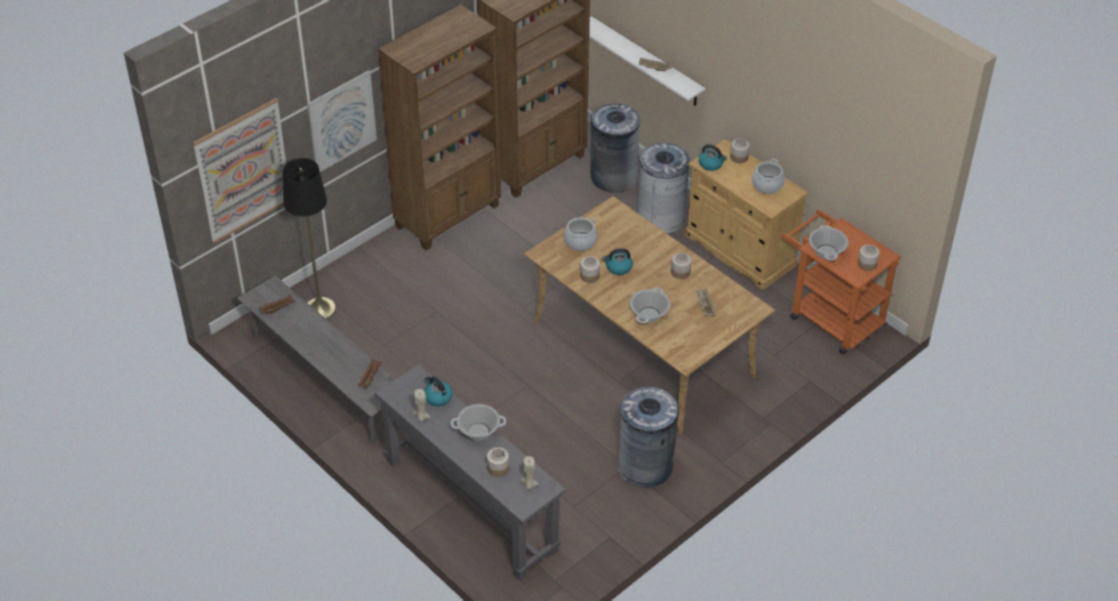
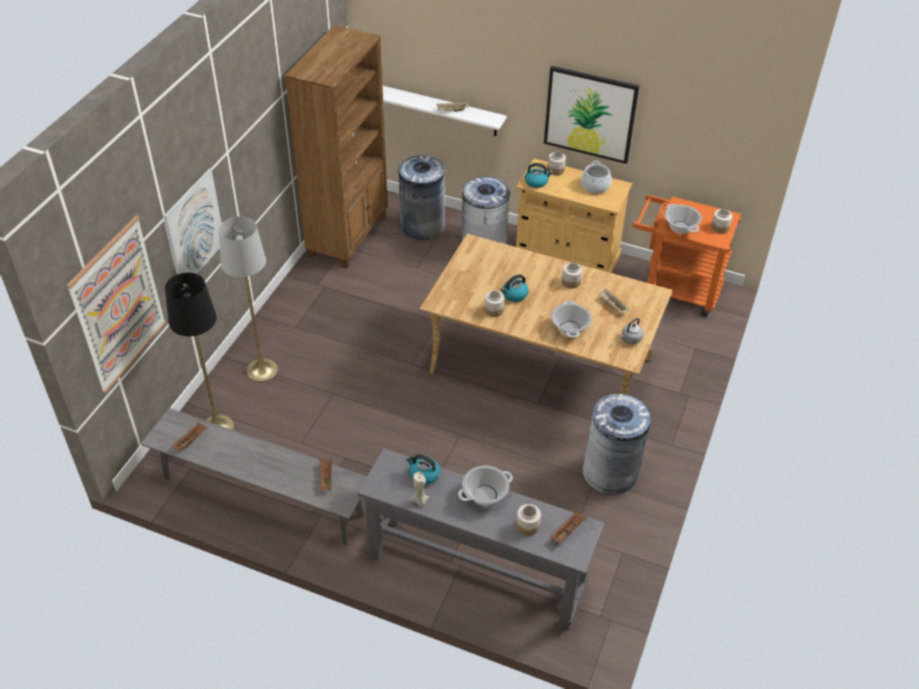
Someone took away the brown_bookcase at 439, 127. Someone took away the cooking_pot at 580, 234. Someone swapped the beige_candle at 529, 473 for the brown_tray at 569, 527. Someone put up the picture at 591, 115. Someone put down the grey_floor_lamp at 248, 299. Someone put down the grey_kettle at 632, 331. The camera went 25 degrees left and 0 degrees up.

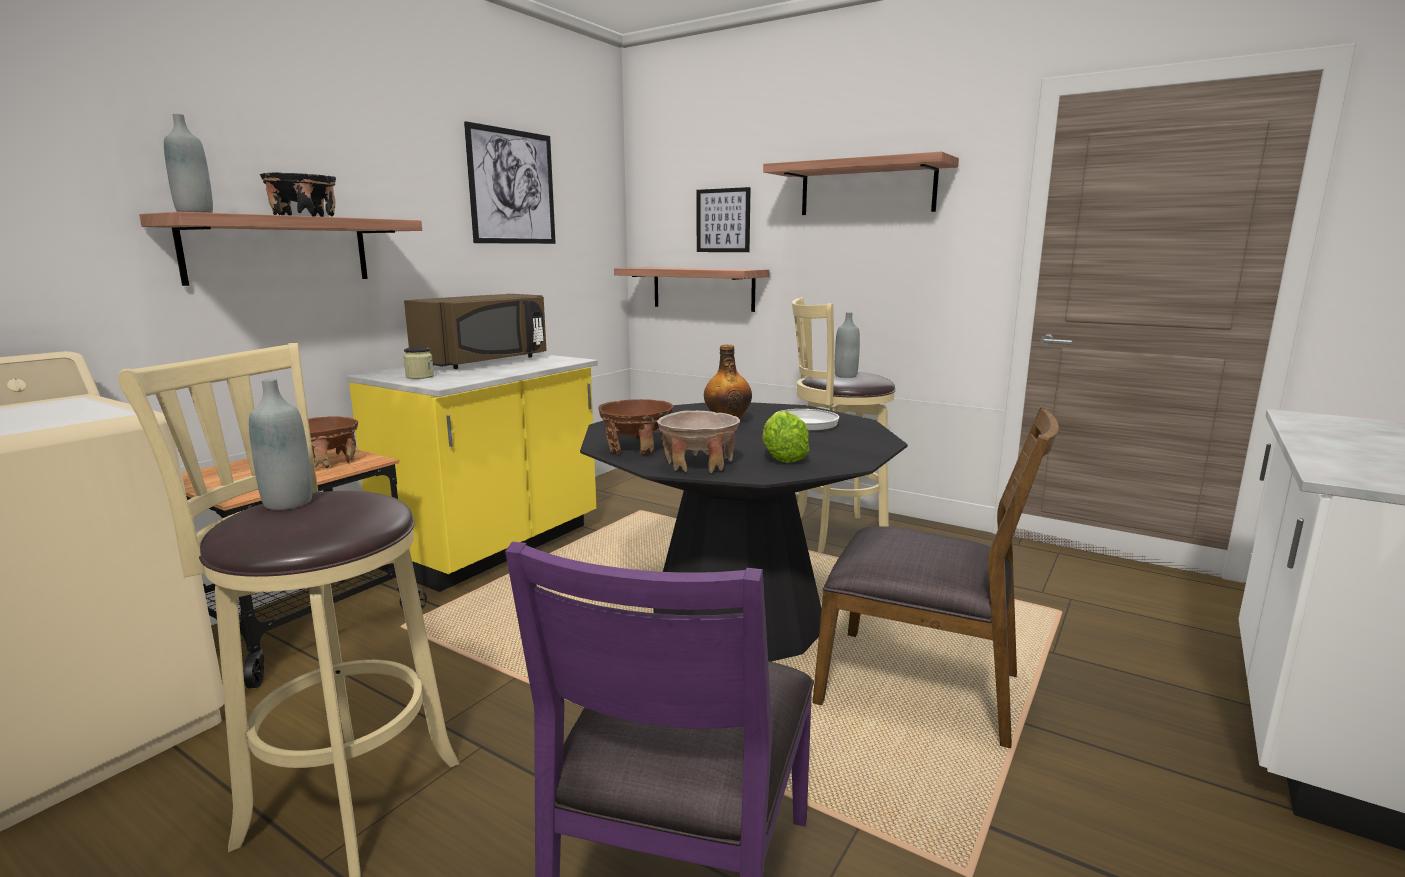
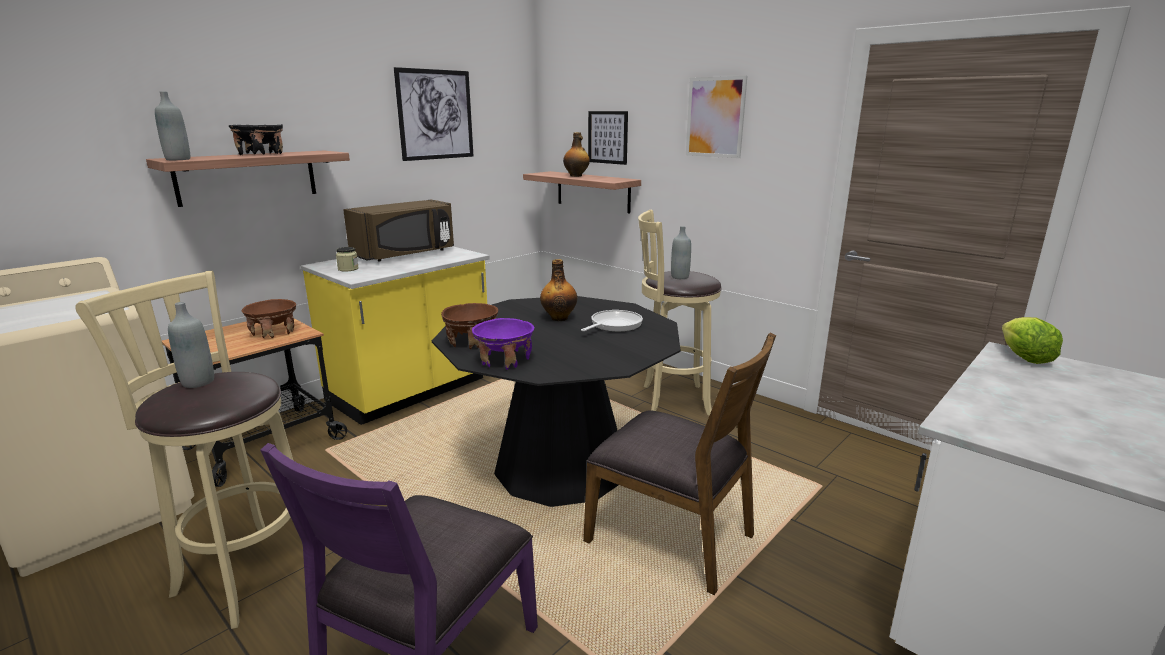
Someone swapped the shelf at 861, 183 for the picture at 716, 117. Someone repainted the beige_bowl at 698, 442, which became the purple_bowl at 503, 344. Someone carried the lettuce from 785, 437 to 1032, 340. Someone put down the bottle at 576, 154. The camera went 10 degrees right and 5 degrees up.

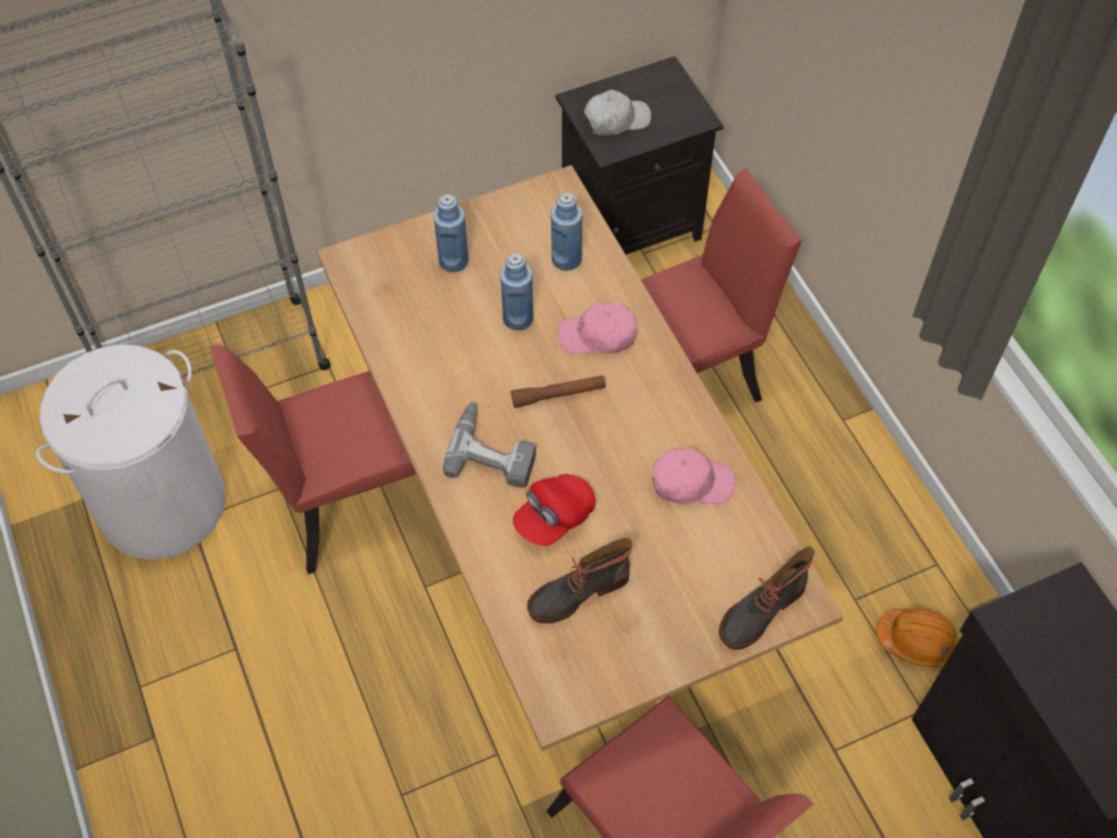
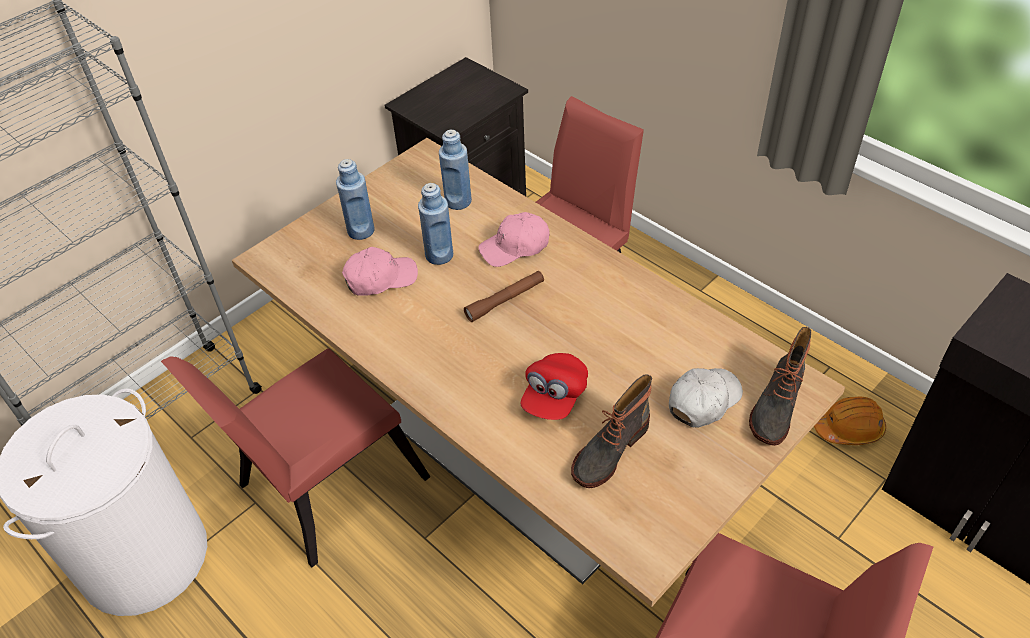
Someone carried the white_cap from 617, 113 to 706, 398. Someone took away the power_drill at 489, 444. Someone carried the pink_cap from 693, 476 to 380, 271. The camera went 20 degrees left and 10 degrees down.

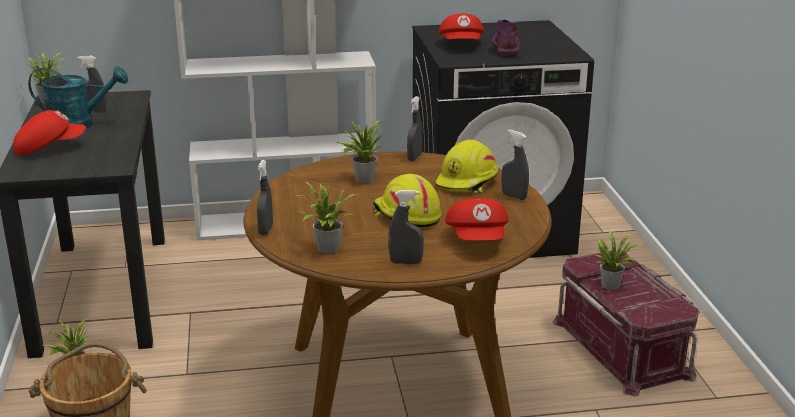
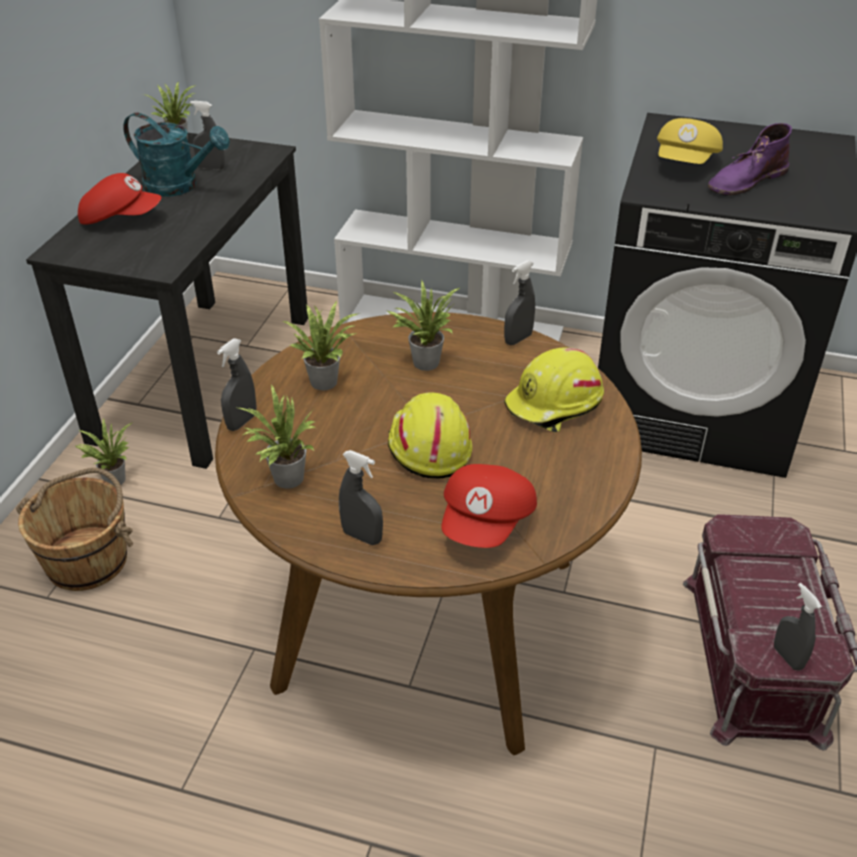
Someone repainted the red_cap at 461, 26, which became the yellow_cap at 690, 141. Someone rotated the purple_boot at 506, 38 by 150 degrees counterclockwise. Someone carried the grey_spray_bottle from 515, 164 to 798, 627. Someone carried the potted_plant from 619, 260 to 320, 345. The camera went 25 degrees right and 15 degrees up.

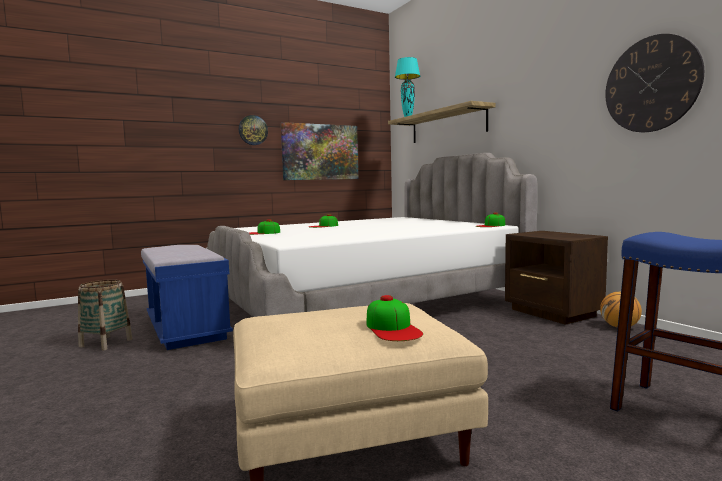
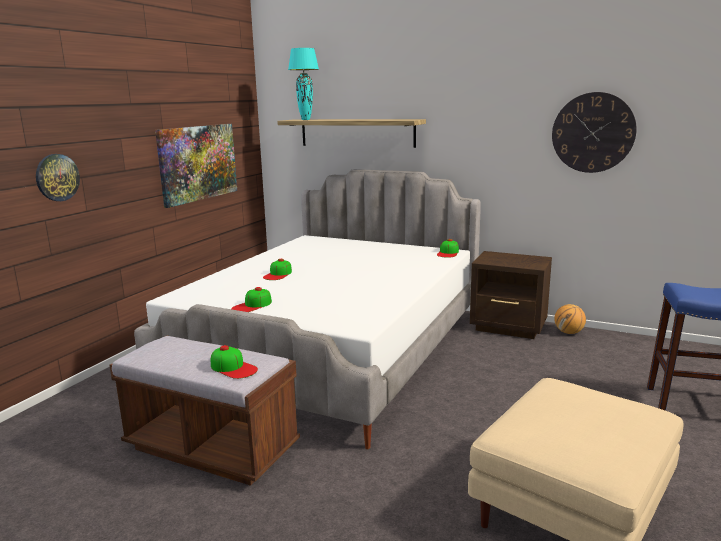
Someone carried the wall_clock from 253, 130 to 58, 177. Someone repainted the blue_bench at 187, 297, which became the brown_bench at 204, 410. Someone took away the basket at 105, 315. Someone carried the cap from 395, 318 to 234, 362. The camera went 35 degrees left and 10 degrees up.

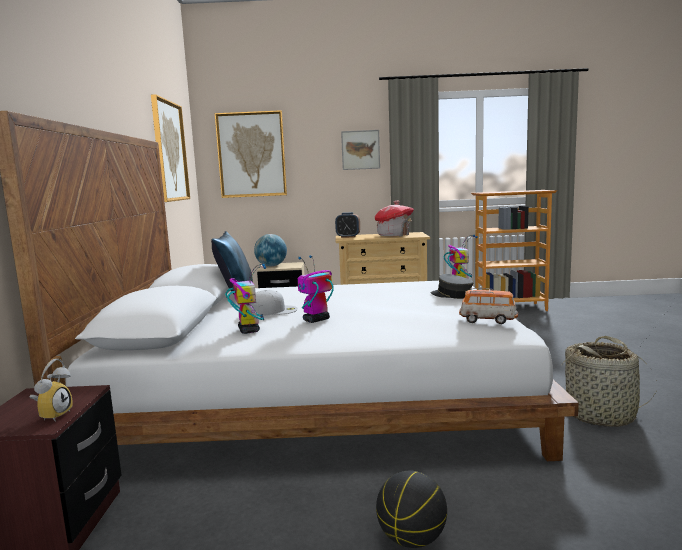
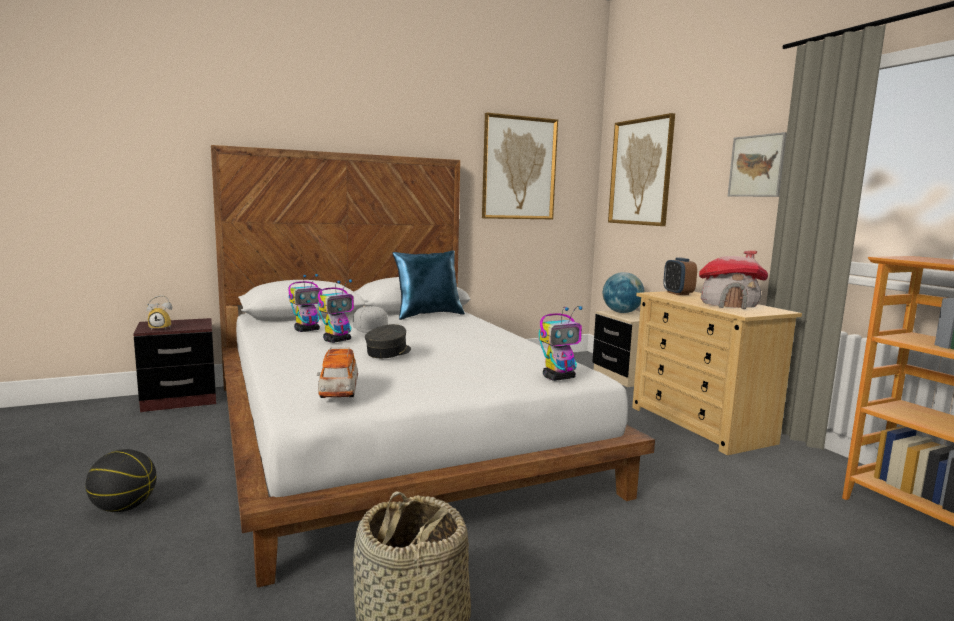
Someone rotated the toy_robot at 315, 289 by 105 degrees clockwise. Someone carried the grey_cap from 452, 286 to 388, 341. The camera went 65 degrees right and 0 degrees up.

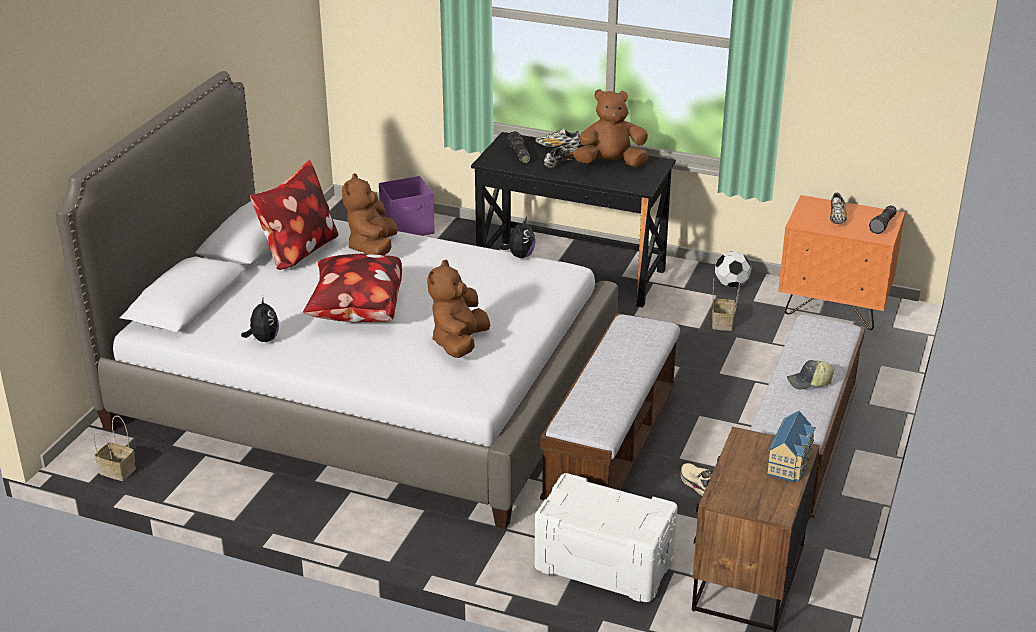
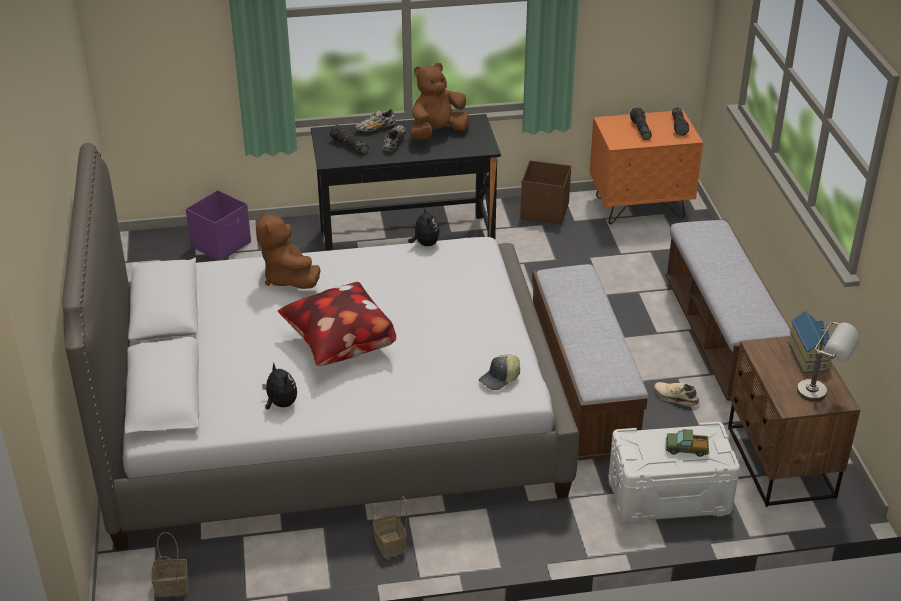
Someone took away the pillow at 294, 215. Someone swapped the shoe at 838, 208 for the flashlight at 641, 123. Someone swapped the football at 733, 269 for the brown_storage_box at 545, 192. Someone took away the brown_plush_toy at 458, 309. Someone carried the basket from 726, 305 to 389, 527. Someone carried the cap from 810, 375 to 499, 372. Someone put down the grey_table_lamp at 828, 361. Someone put down the toy_truck at 687, 443. The camera went 30 degrees left and 5 degrees up.

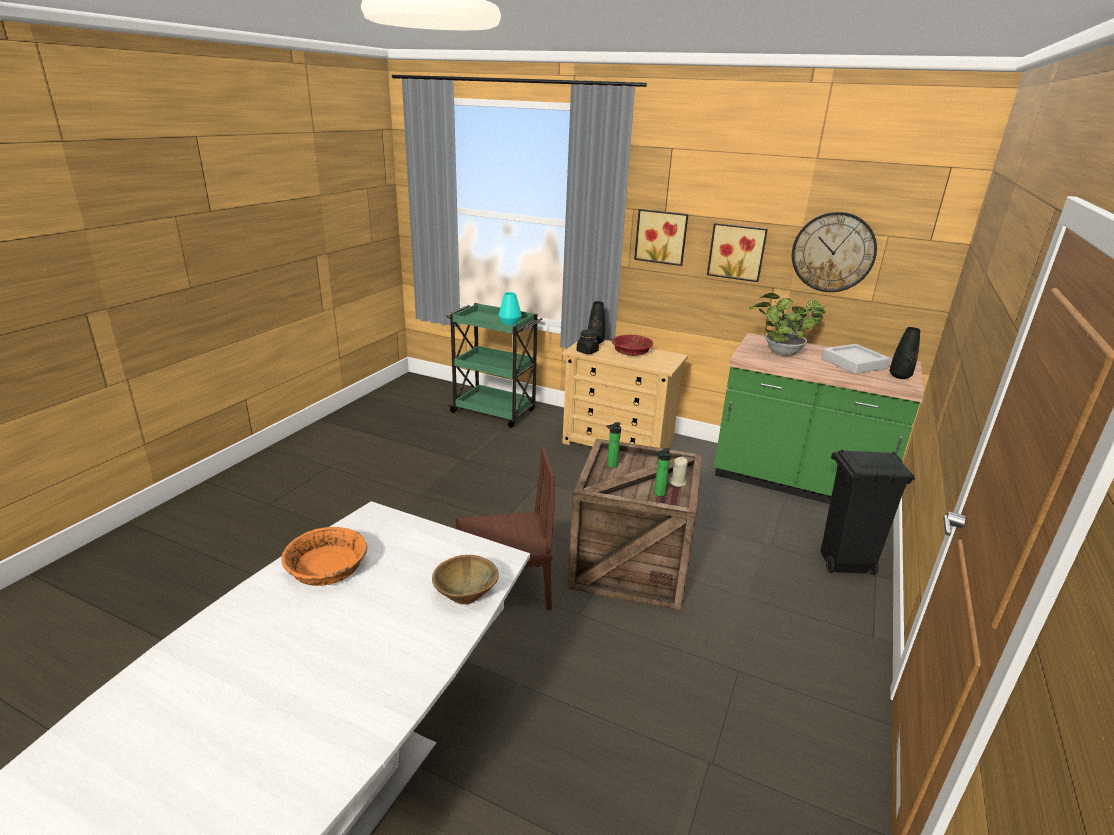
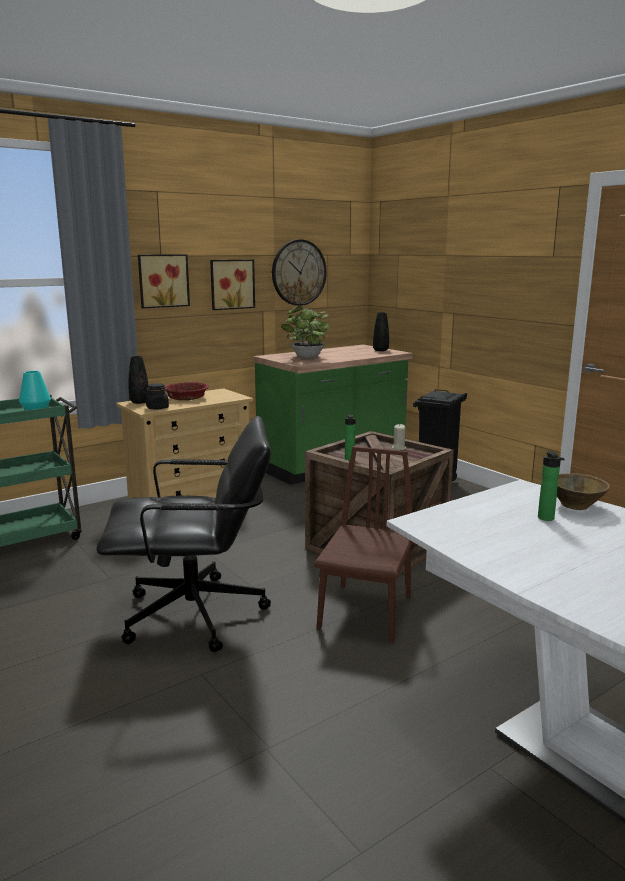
Someone took away the grey_tray at 856, 359. Someone carried the bottle from 662, 472 to 551, 486. Someone took away the orange_bowl at 324, 556. Someone put down the black_office_chair at 183, 534. The camera went 60 degrees left and 10 degrees down.

